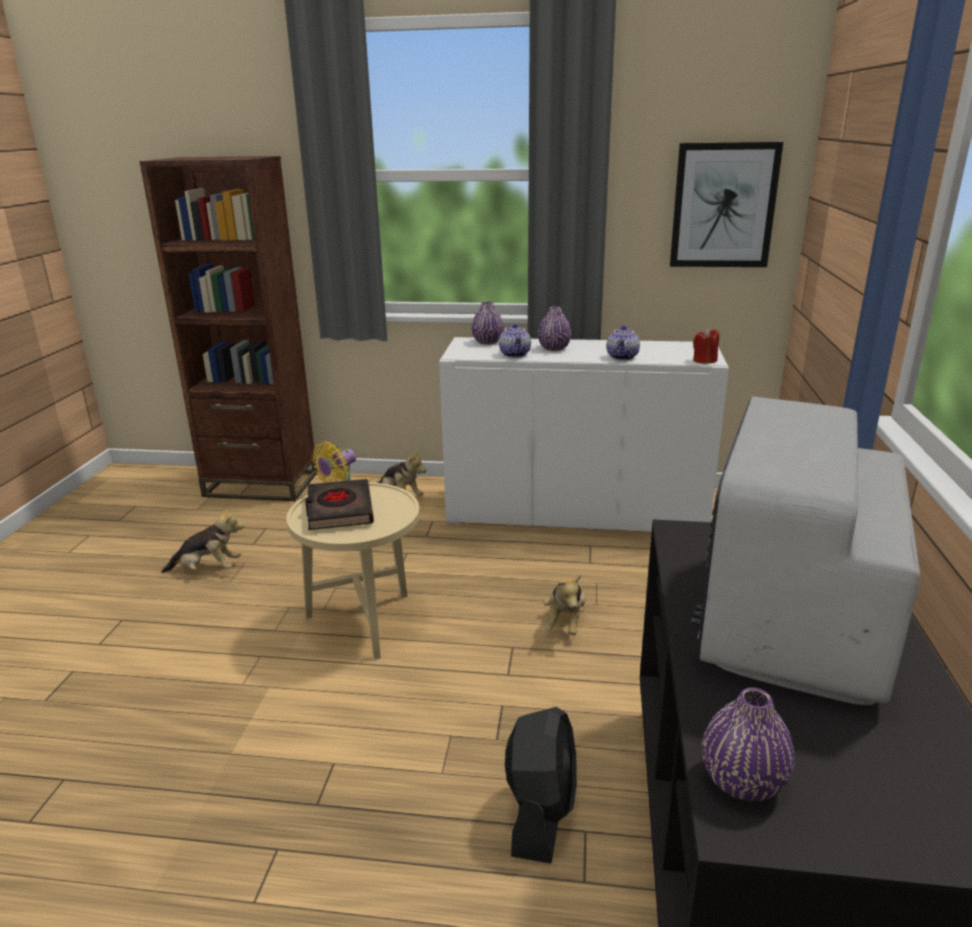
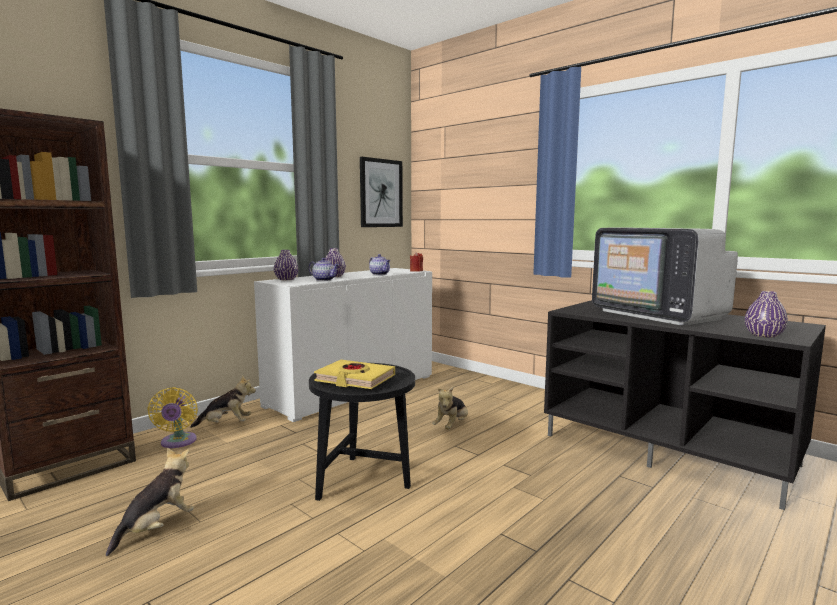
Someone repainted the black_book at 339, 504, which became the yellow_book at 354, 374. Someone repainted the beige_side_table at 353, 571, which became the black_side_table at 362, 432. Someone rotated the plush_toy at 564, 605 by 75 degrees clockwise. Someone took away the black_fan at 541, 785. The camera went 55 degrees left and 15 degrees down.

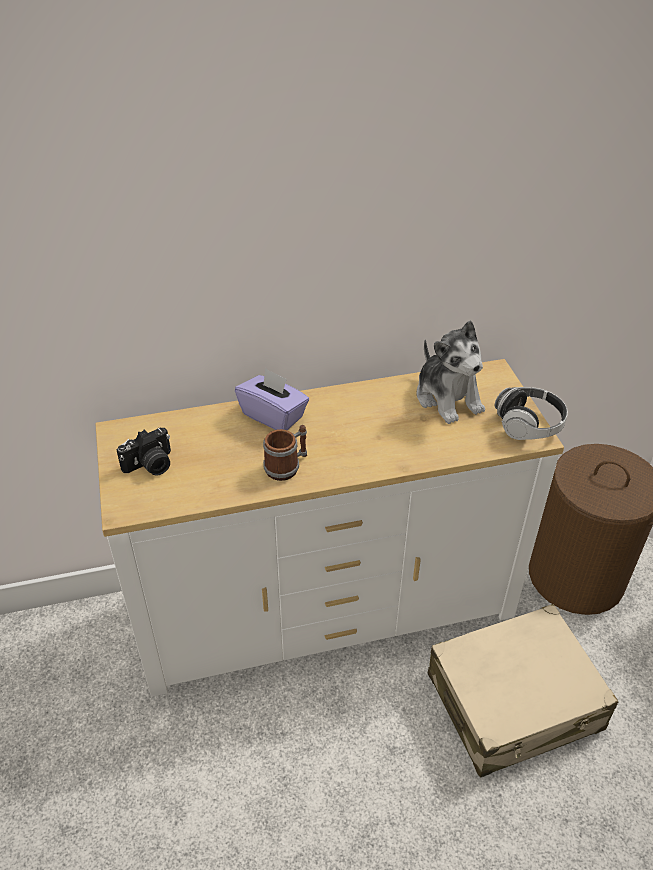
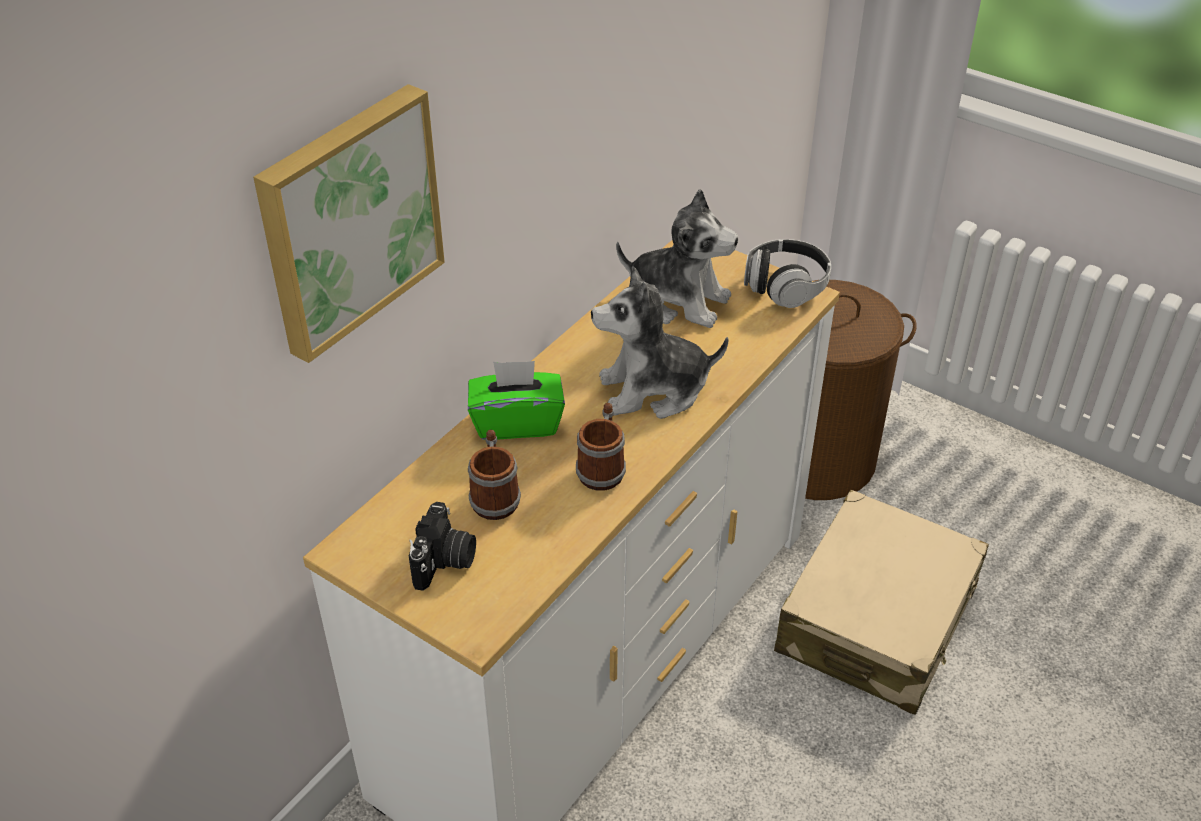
Someone repainted the purple_tissue_box at 272, 399, which became the green_tissue_box at 516, 400. Someone put up the picture at 349, 223. Someone put down the plush_toy at 660, 342. Someone put down the mug at 494, 475. The camera went 40 degrees left and 0 degrees up.

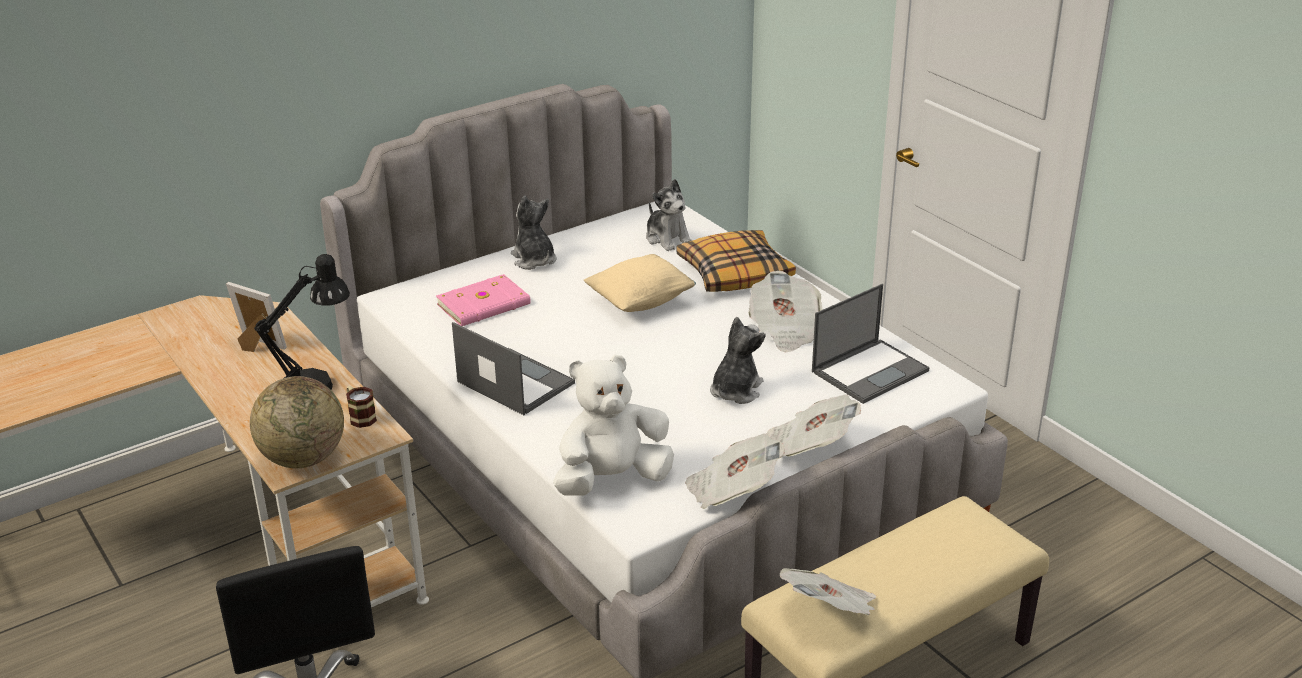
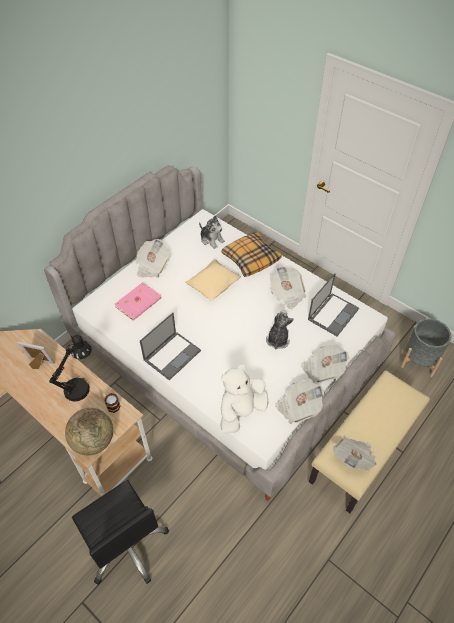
Someone swapped the plush_toy at 534, 233 for the newspaper at 153, 258. Someone rotated the laptop at 513, 368 by 105 degrees clockwise. Someone put down the grey_planter at 426, 347. The camera went 15 degrees left and 20 degrees up.

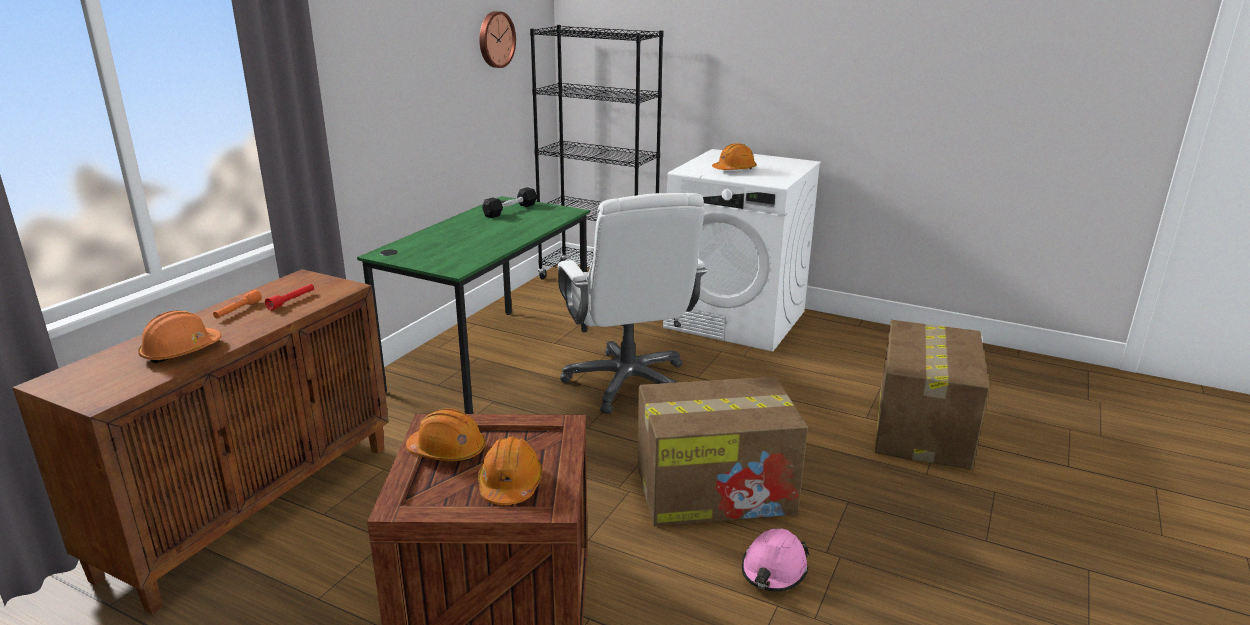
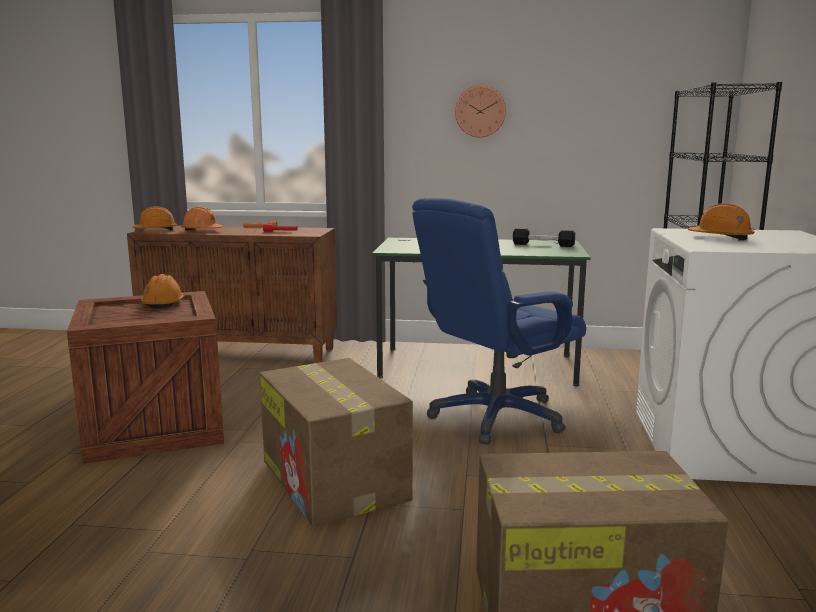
Someone carried the wall_clock from 497, 39 to 480, 111. Someone repainted the white_office_chair at 632, 303, which became the blue_office_chair at 499, 321. Someone carried the orange_hard_hat from 510, 470 to 154, 218. Someone took away the pink_hard_hat at 775, 560. The camera went 70 degrees right and 10 degrees down.

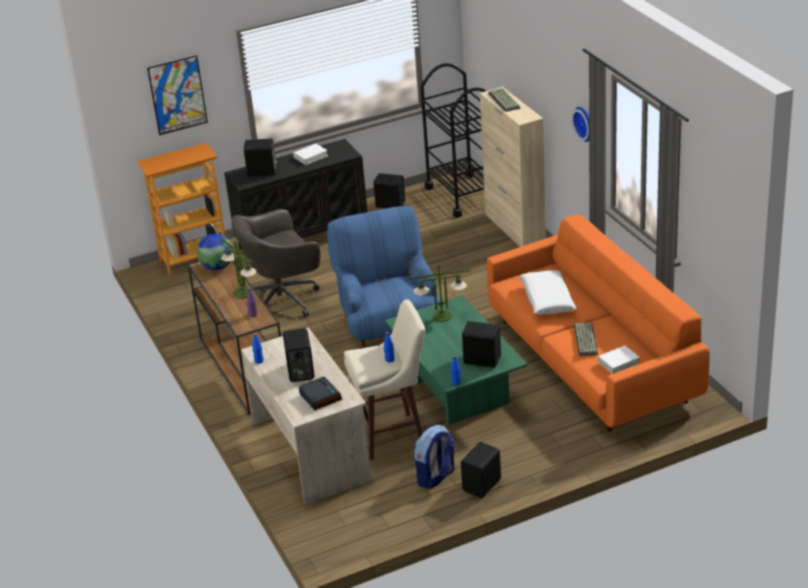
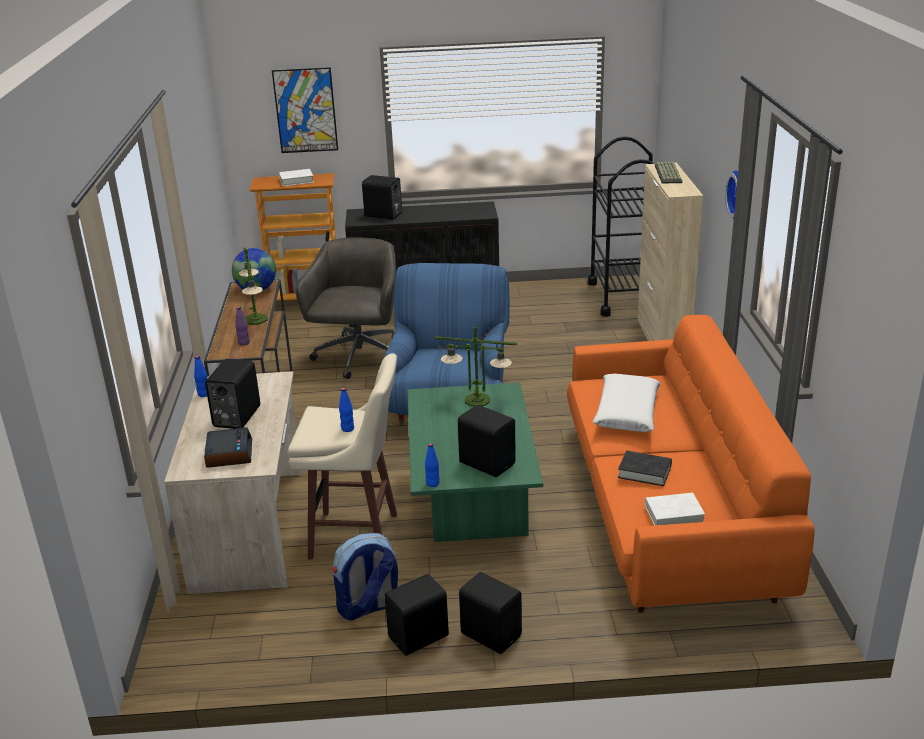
Someone carried the white_book from 310, 154 to 296, 177. Someone carried the black_speaker from 389, 190 to 490, 613. Someone rotated the grey_office_chair at 275, 263 by 105 degrees clockwise. Someone swapped the keyboard at 586, 339 for the black_book at 645, 468. The camera went 20 degrees right and 5 degrees down.

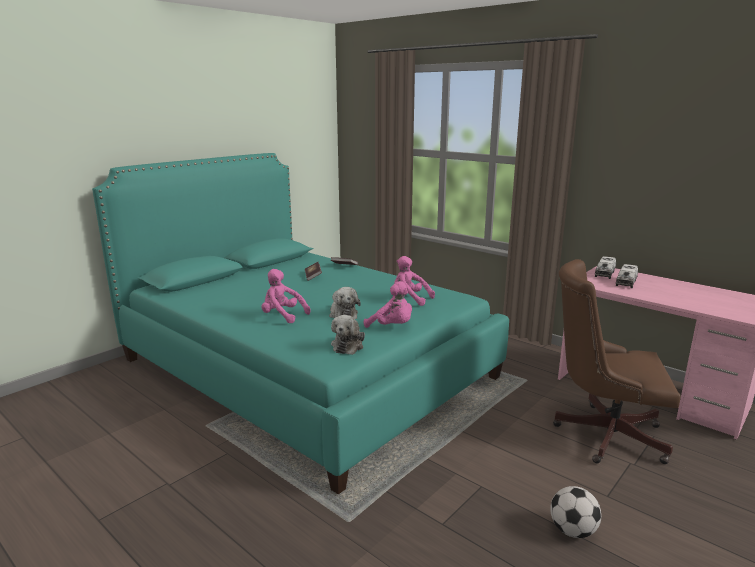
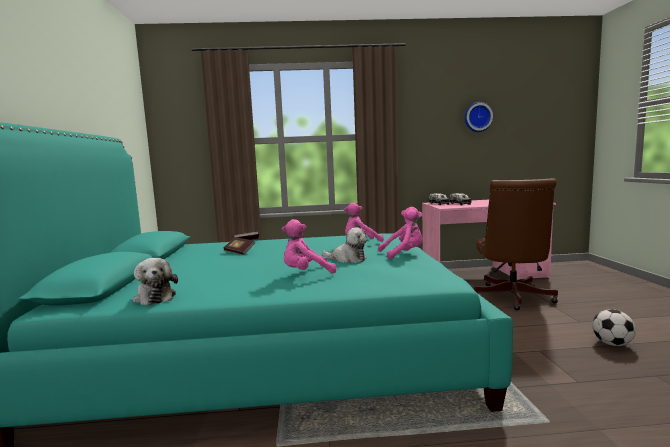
Someone rotated the brown_office_chair at 617, 361 by 45 degrees counterclockwise. Someone carried the plush_toy from 348, 335 to 155, 281. Someone put up the wall_clock at 478, 117. The camera went 45 degrees left and 10 degrees down.

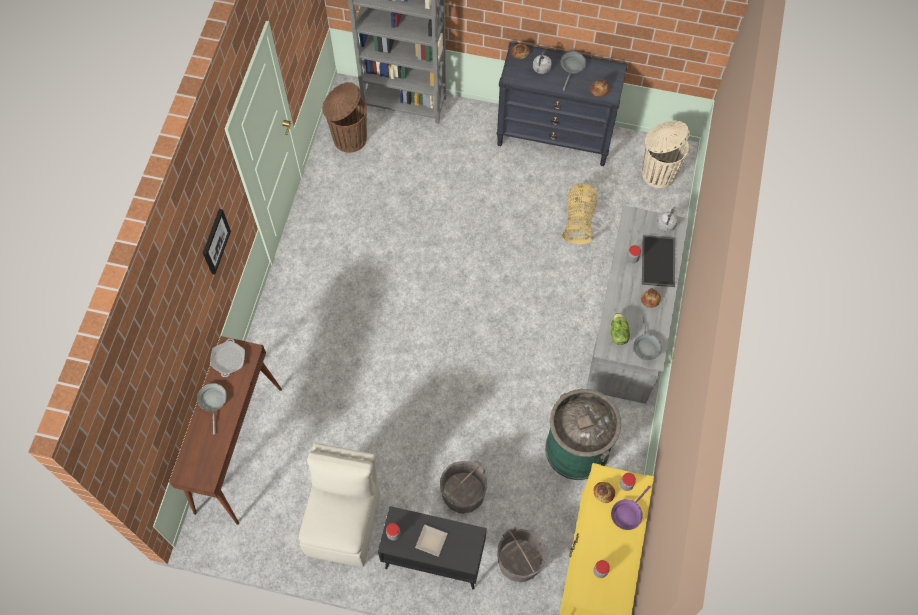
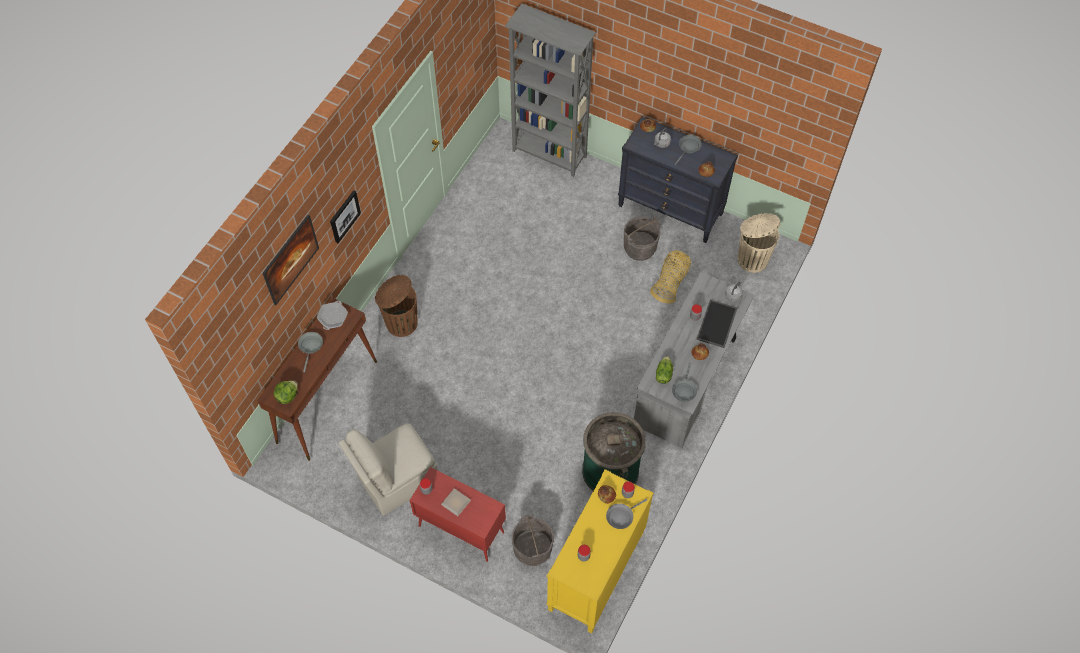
Someone carried the brown_trash_can from 344, 117 to 396, 306. Someone rotated the beige_chair at 339, 505 by 150 degrees counterclockwise. Someone carried the grey_bucket from 463, 487 to 642, 238. Someone repainted the purple_frying_pan at 630, 508, which became the grey_frying_pan at 626, 513. Someone repainted the black_cabinet at 432, 548, which became the red_cabinet at 458, 514. Someone put up the picture at 291, 260. Someone put down the lettuce at 286, 392. The camera went 15 degrees right and 5 degrees down.

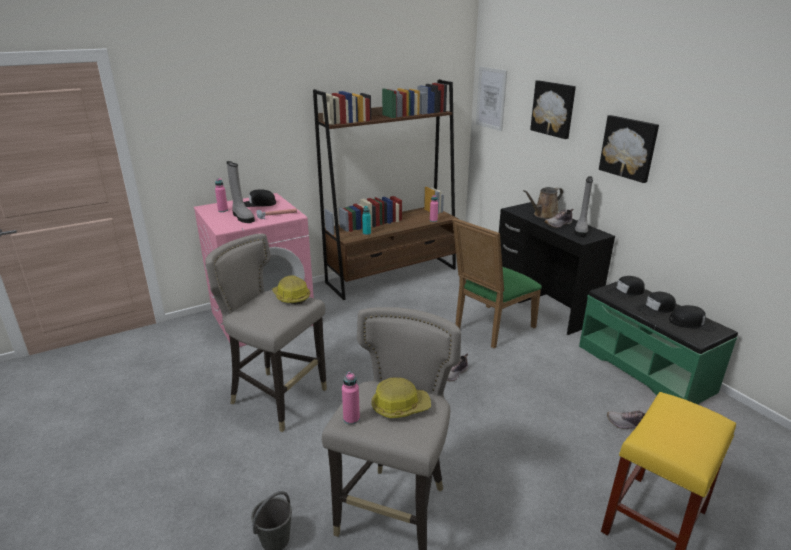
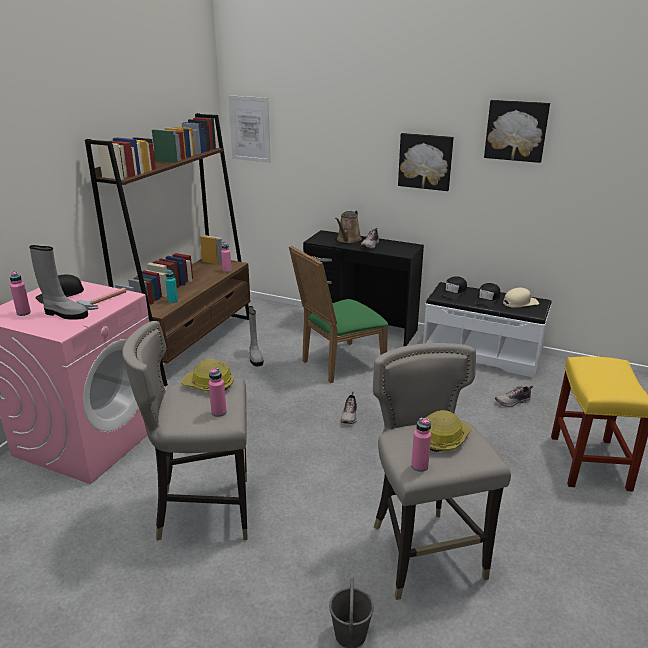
Someone carried the picture from 553, 109 to 517, 131. Someone carried the grey_boot from 583, 206 to 256, 336. Someone rotated the green_chair at 497, 283 by 45 degrees clockwise. Someone repainted the green_bench at 658, 342, which became the white_bench at 487, 330. Someone repainted the black_cap at 692, 318, which became the beige_cap at 521, 298. Someone put down the pink_bottle at 218, 392. The camera went 35 degrees left and 0 degrees up.

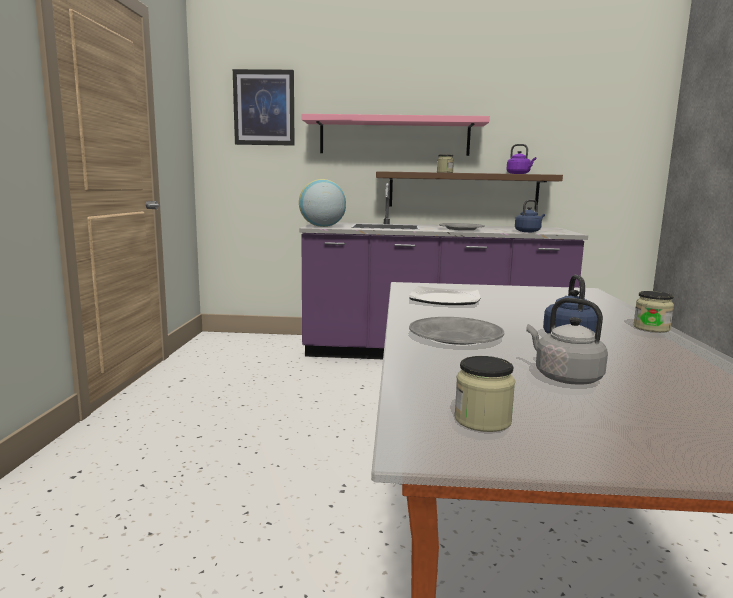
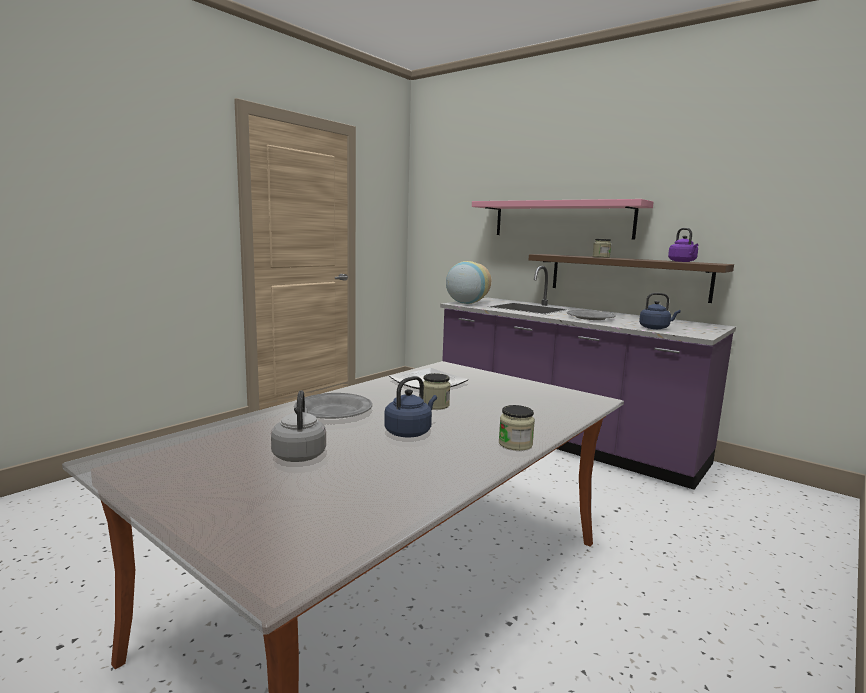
Someone took away the picture at 264, 107. Someone carried the jar from 484, 394 to 436, 391. The camera went 35 degrees right and 0 degrees up.

